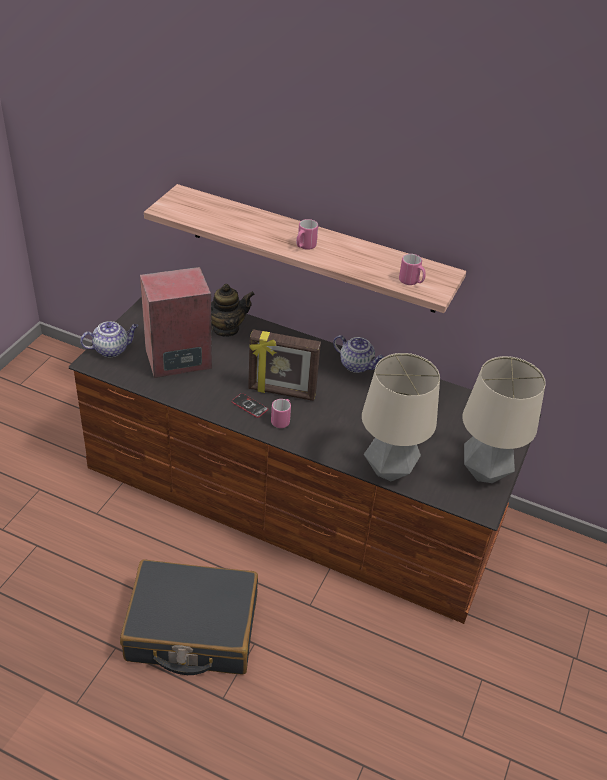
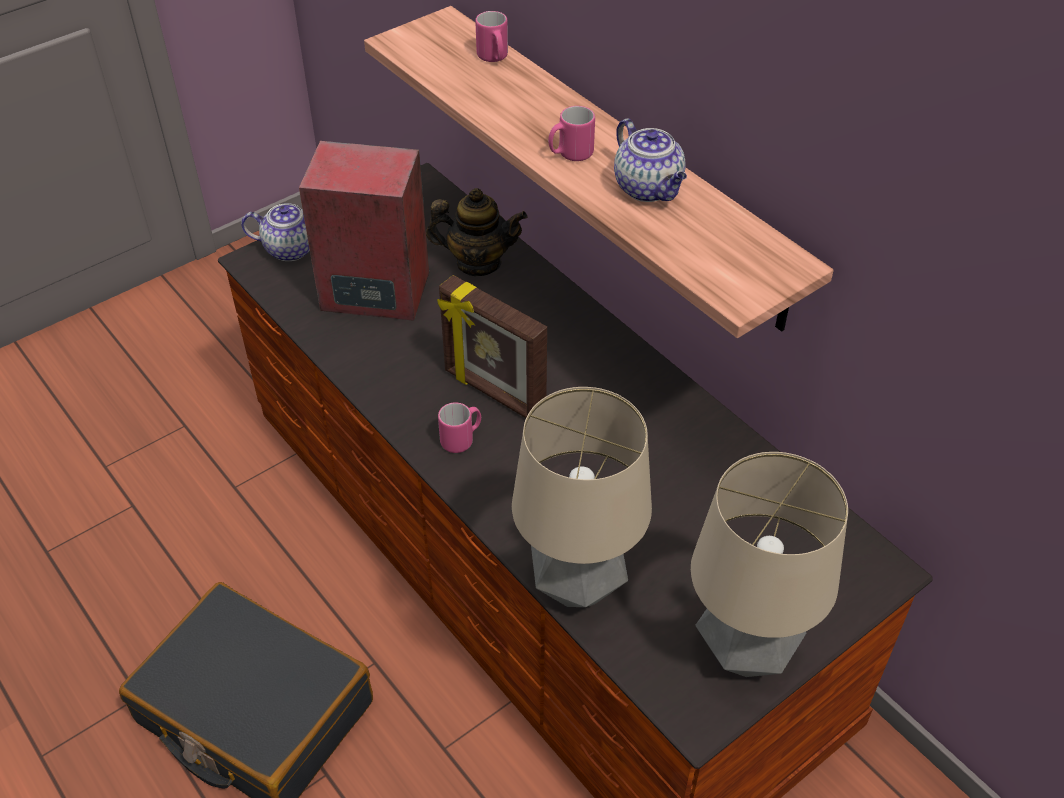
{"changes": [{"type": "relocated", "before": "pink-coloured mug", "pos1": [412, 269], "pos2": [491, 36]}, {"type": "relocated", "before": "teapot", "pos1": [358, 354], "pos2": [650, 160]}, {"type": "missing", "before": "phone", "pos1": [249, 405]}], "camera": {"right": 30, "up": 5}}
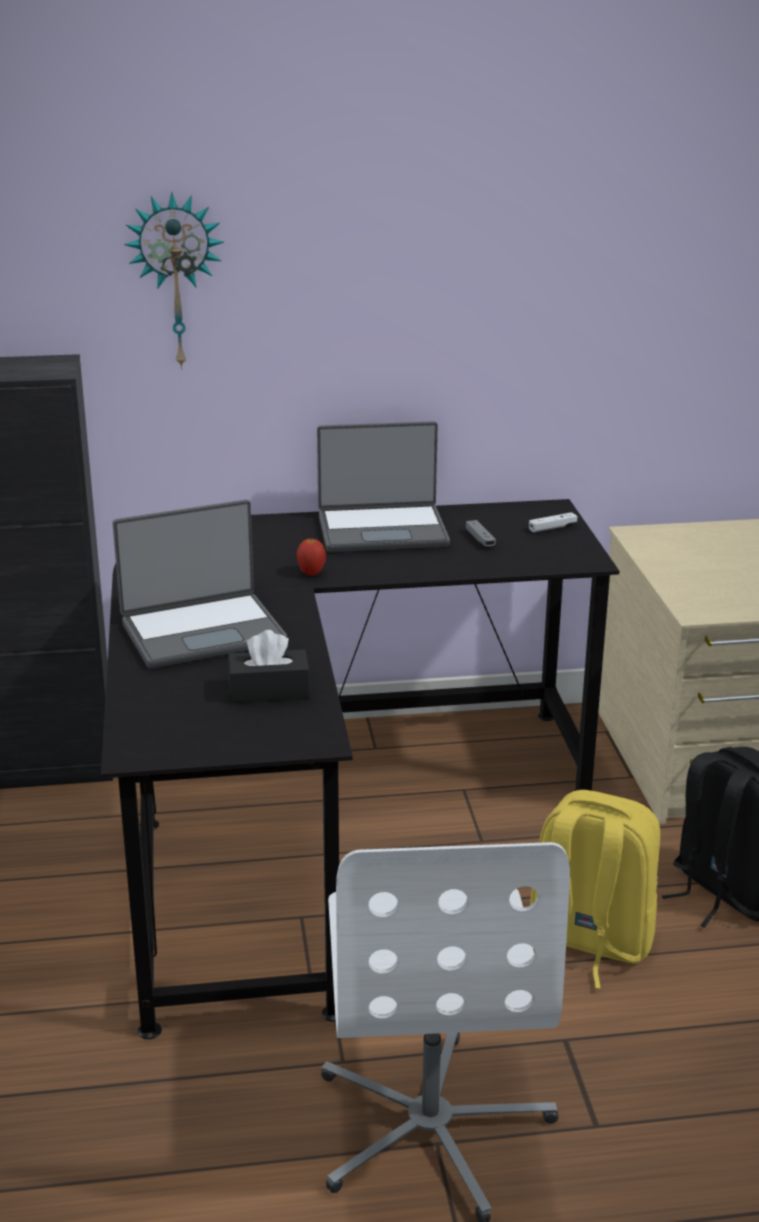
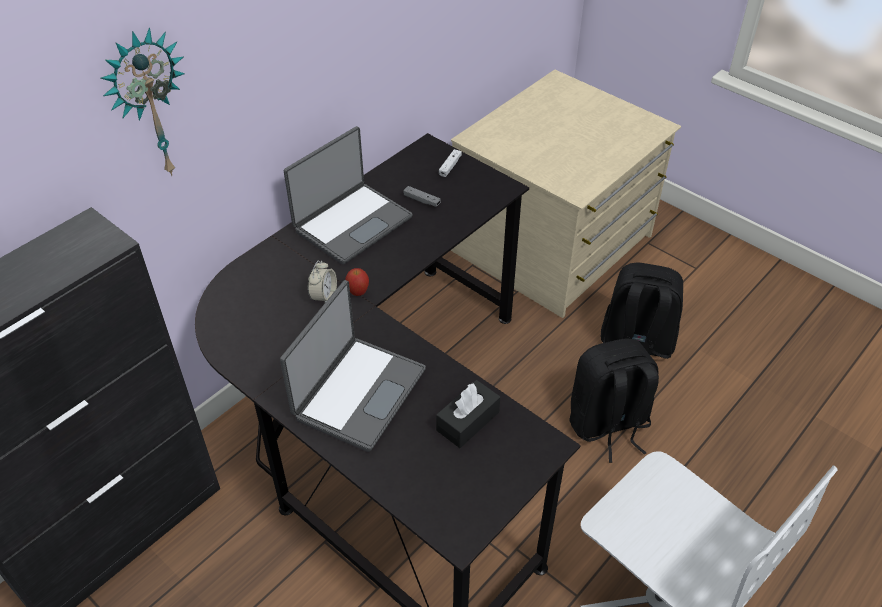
{"changes": [{"type": "colour", "before": "yellowish rucksack", "after": "blackish rucksack", "pos1": [595, 889], "pos2": [614, 400]}, {"type": "appeared", "after": "bedside clock", "pos2": [322, 281]}], "camera": {"right": -40, "up": 20}}
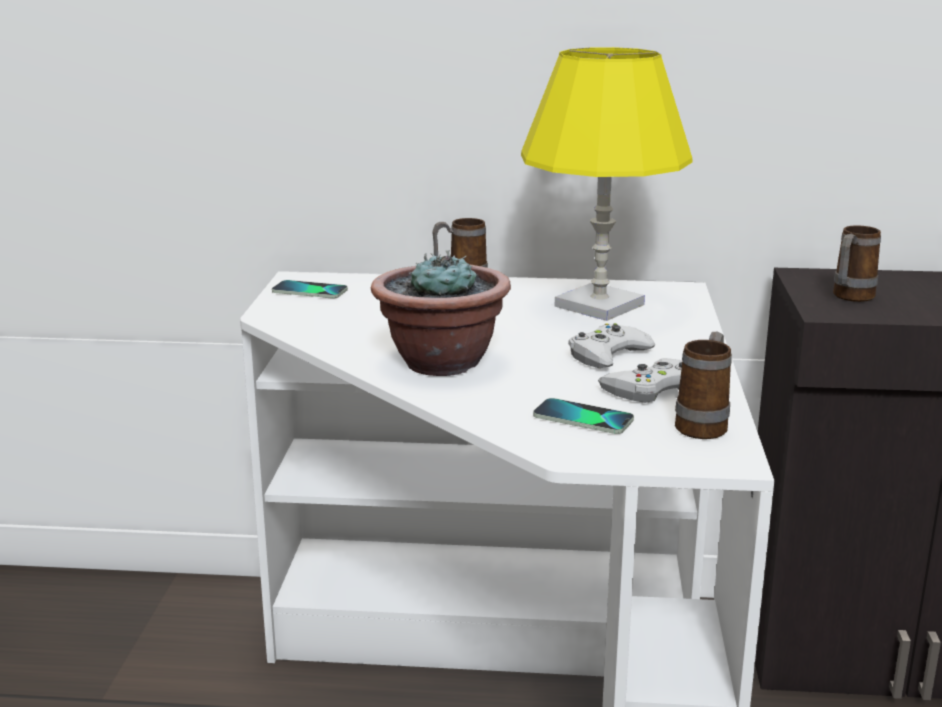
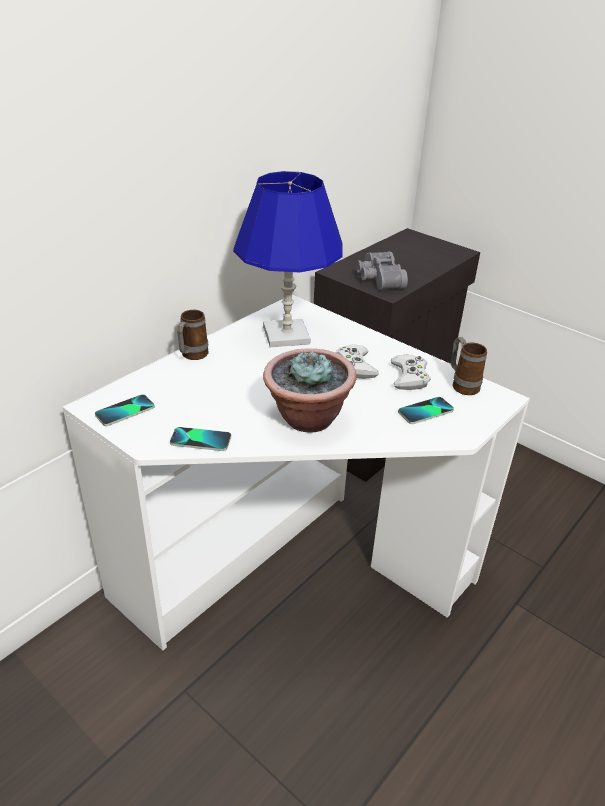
{"changes": [{"type": "colour", "before": "yellowish table lamp", "after": "blue table lamp", "pos1": [607, 184], "pos2": [288, 259]}, {"type": "exchanged", "before": "mug", "after": "greyish field glasses", "pos1": [857, 263], "pos2": [382, 270]}, {"type": "appeared", "after": "phone", "pos2": [200, 439]}], "camera": {"right": -55, "up": 15}}
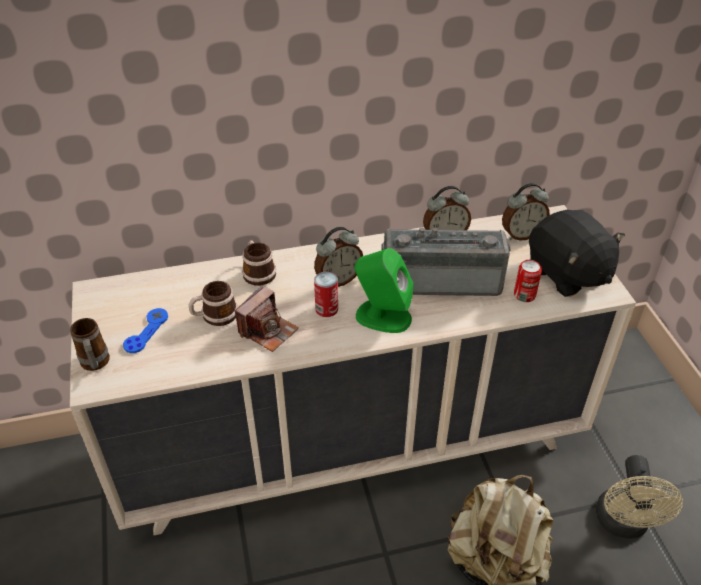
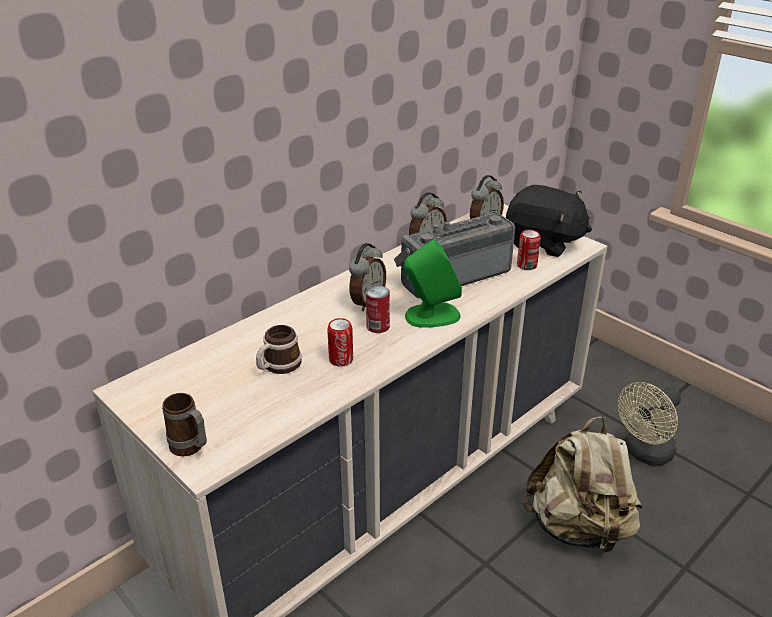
{"changes": [{"type": "missing", "before": "mug", "pos1": [259, 263]}, {"type": "exchanged", "before": "still camera", "after": "can", "pos1": [267, 318], "pos2": [340, 342]}, {"type": "missing", "before": "blue game controller", "pos1": [145, 330]}, {"type": "spun", "before": "beige cooling fan", "pos1": [639, 497], "pos2": [649, 424], "turn": 75}], "camera": {"right": -30, "up": -10}}
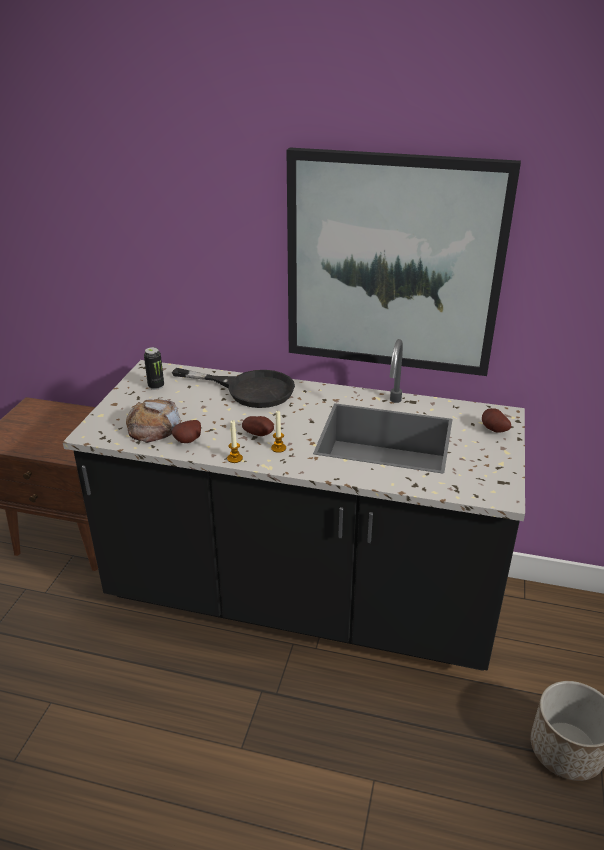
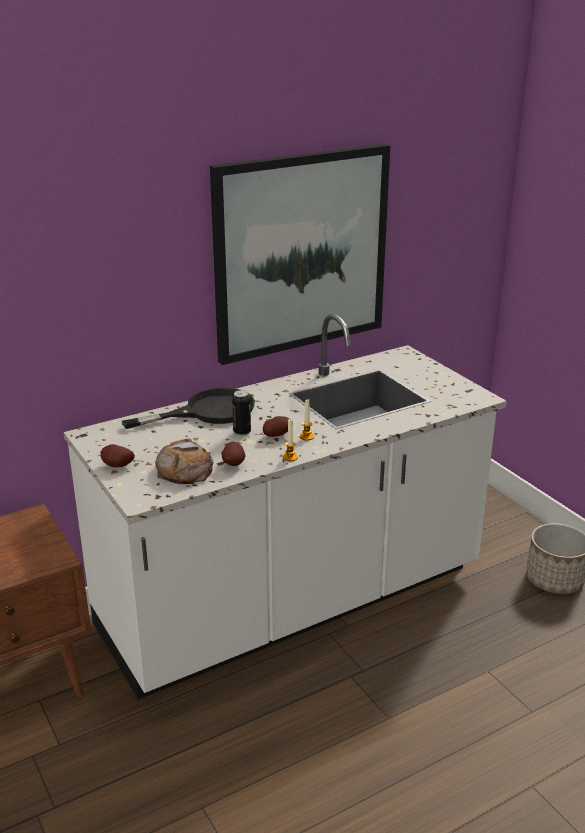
{"changes": [{"type": "colour", "before": "blackish kitchen base unit", "after": "white kitchen base unit", "pos1": [294, 505], "pos2": [285, 507]}, {"type": "relocated", "before": "can", "pos1": [154, 368], "pos2": [241, 413]}, {"type": "relocated", "before": "potato", "pos1": [496, 420], "pos2": [118, 455]}], "camera": {"right": -45, "up": -5}}
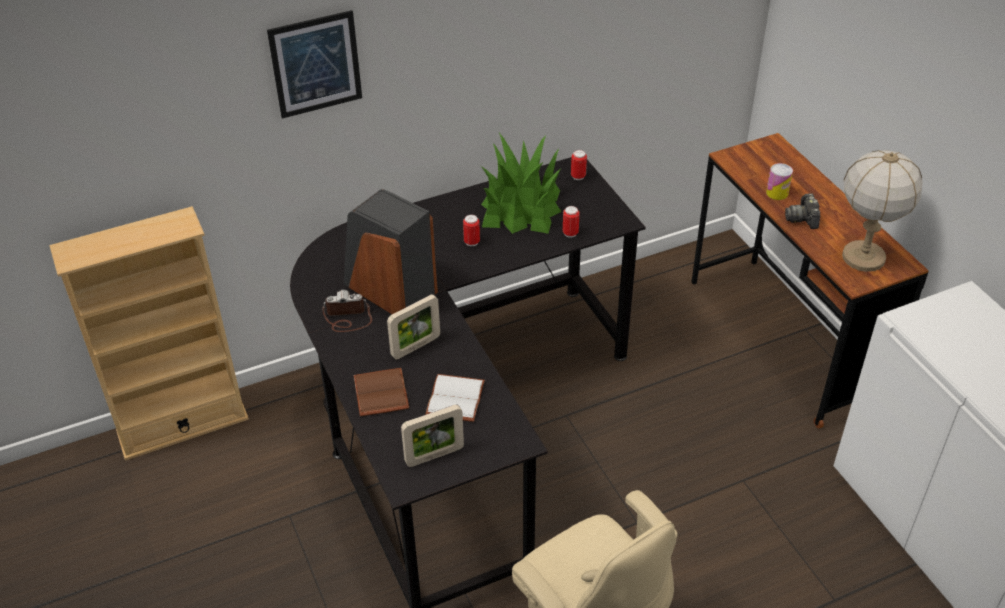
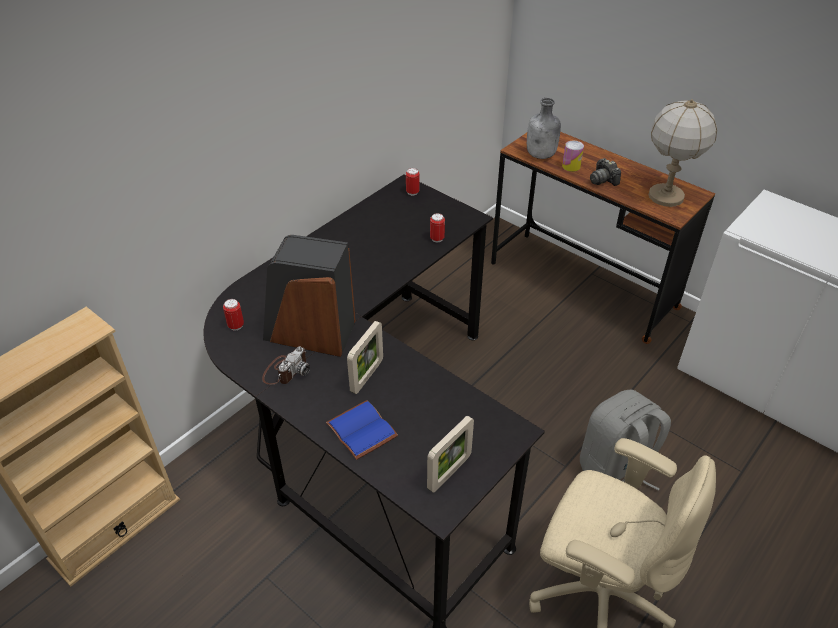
{"changes": [{"type": "missing", "before": "picture", "pos1": [314, 64]}, {"type": "missing", "before": "plant in a pot", "pos1": [521, 183]}, {"type": "relocated", "before": "can", "pos1": [471, 230], "pos2": [233, 314]}, {"type": "spun", "before": "still camera", "pos1": [347, 310], "pos2": [286, 365], "turn": 150}, {"type": "colour", "before": "brownish book", "after": "blue book", "pos1": [381, 392], "pos2": [362, 430]}, {"type": "missing", "before": "white book", "pos1": [455, 398]}, {"type": "appeared", "after": "greyish bottle", "pos2": [544, 128]}, {"type": "appeared", "after": "greyish rucksack", "pos2": [625, 440]}], "camera": {"right": -25, "up": 0}}
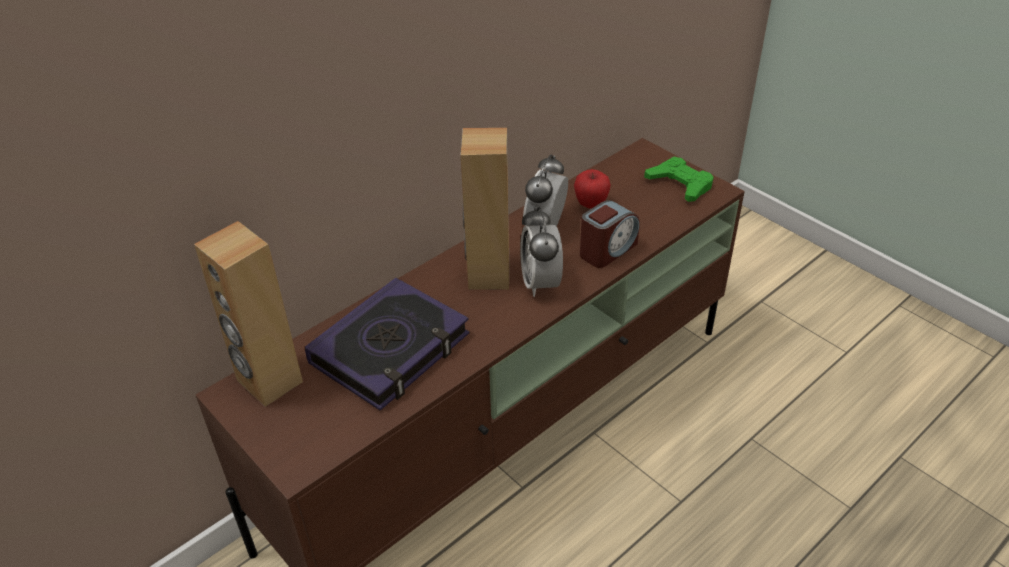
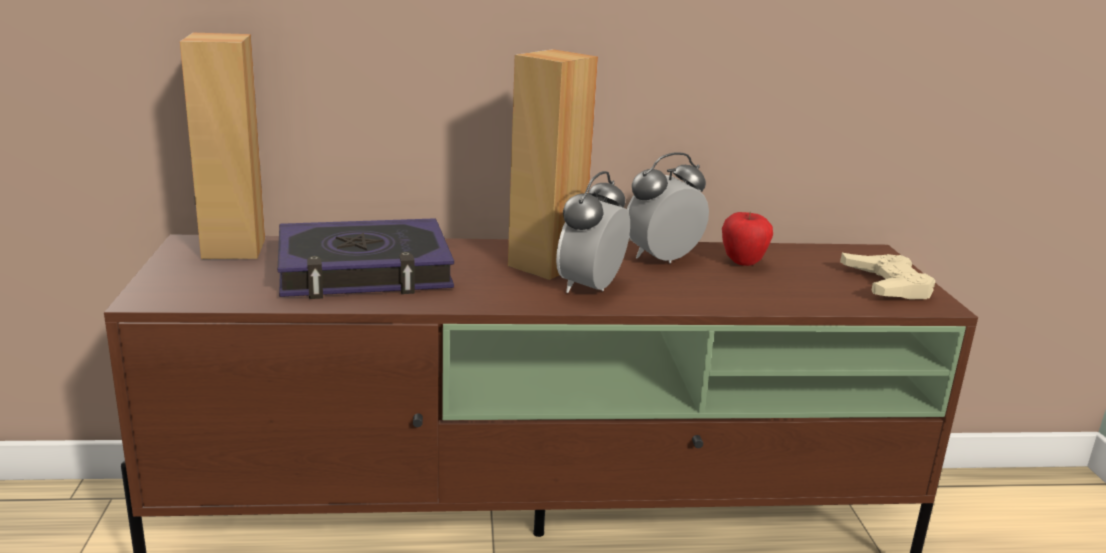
{"changes": [{"type": "colour", "before": "greenish game controller", "after": "beige game controller", "pos1": [679, 179], "pos2": [887, 276]}, {"type": "missing", "before": "bedside clock", "pos1": [610, 234]}], "camera": {"right": 35, "up": -20}}
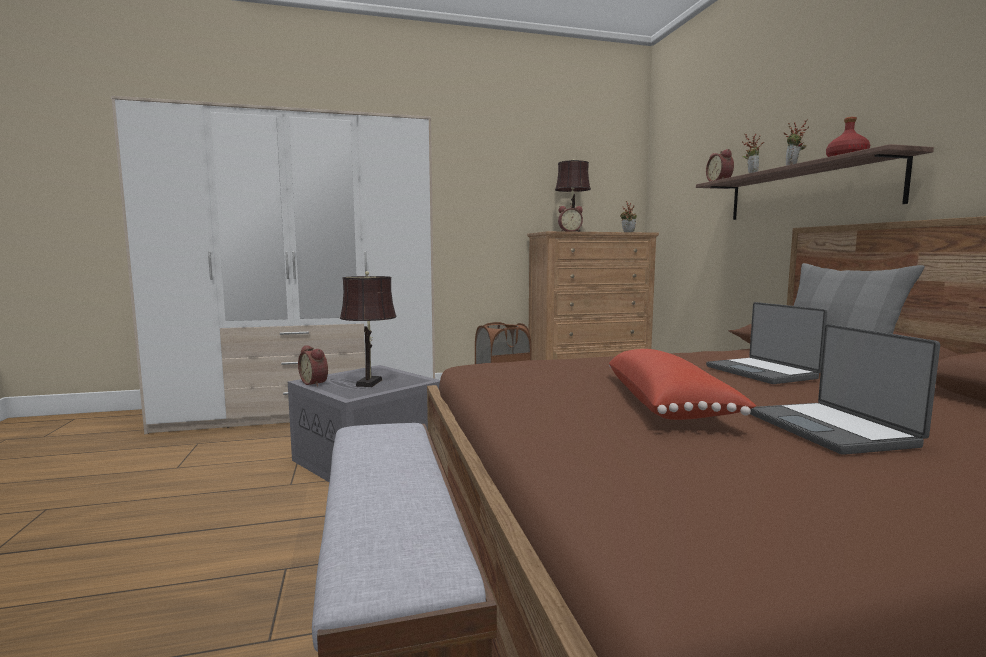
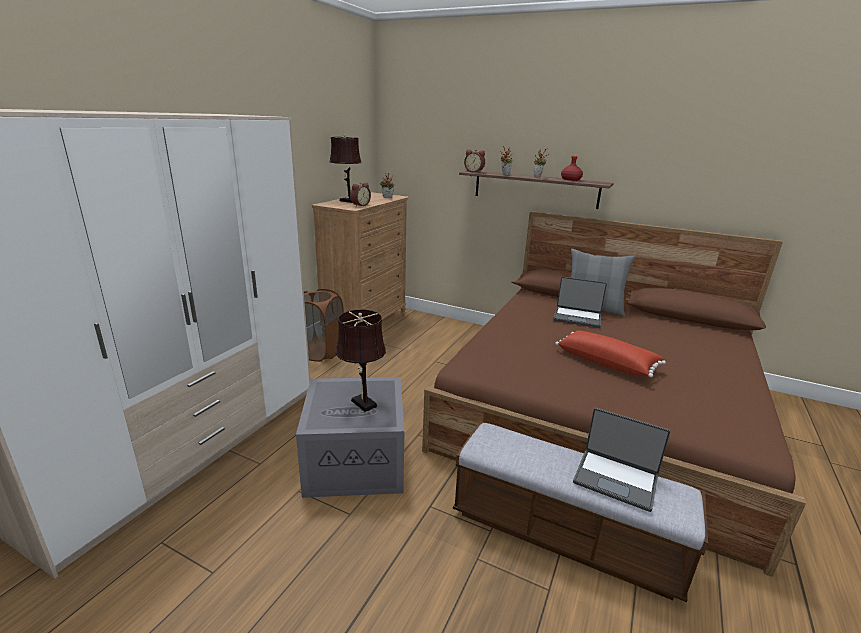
{"changes": [{"type": "relocated", "before": "notebook computer", "pos1": [845, 389], "pos2": [621, 460]}, {"type": "missing", "before": "bedside clock", "pos1": [313, 366]}], "camera": {"right": -50, "up": 15}}
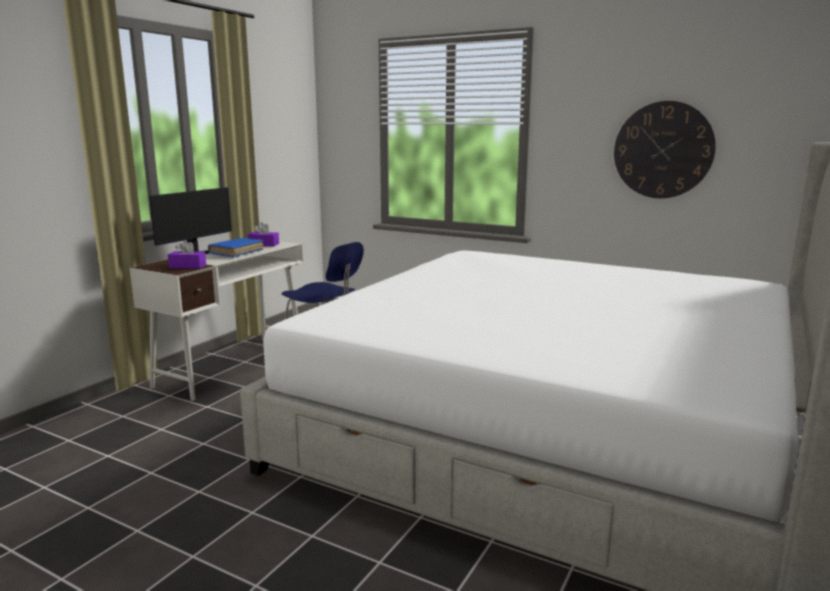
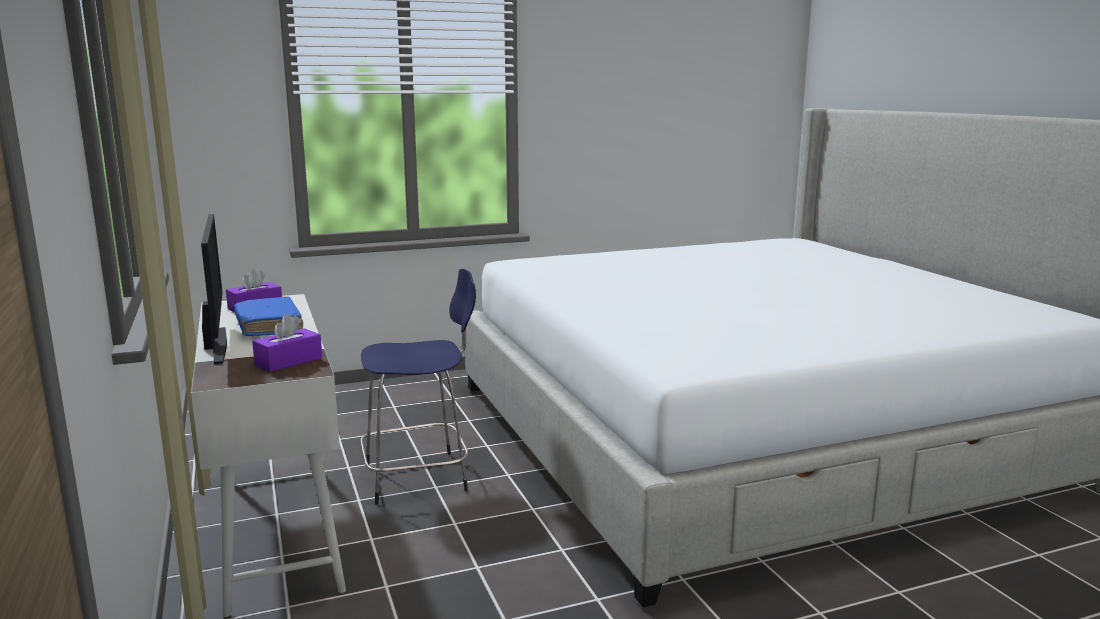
{"changes": [{"type": "missing", "before": "clock on the wall", "pos1": [665, 149]}], "camera": {"right": -50, "up": 0}}
